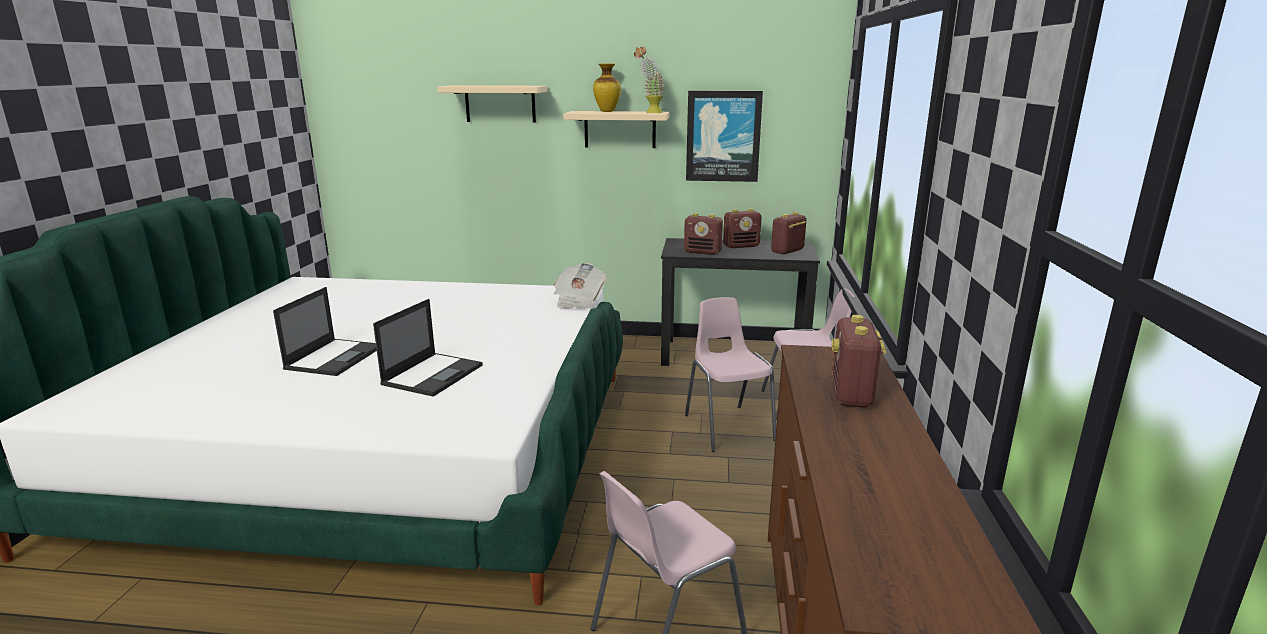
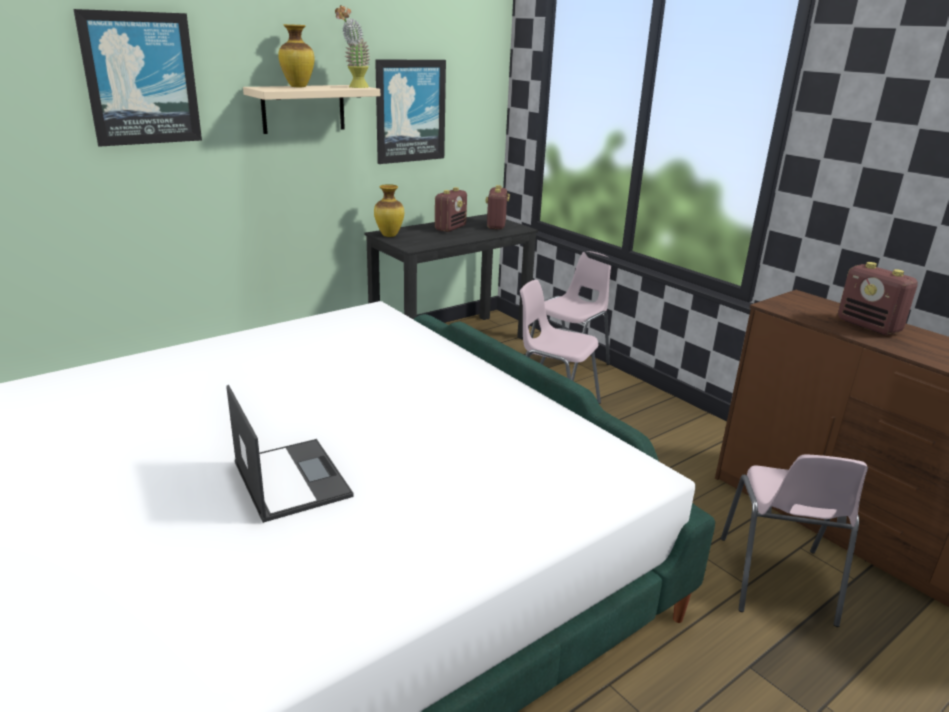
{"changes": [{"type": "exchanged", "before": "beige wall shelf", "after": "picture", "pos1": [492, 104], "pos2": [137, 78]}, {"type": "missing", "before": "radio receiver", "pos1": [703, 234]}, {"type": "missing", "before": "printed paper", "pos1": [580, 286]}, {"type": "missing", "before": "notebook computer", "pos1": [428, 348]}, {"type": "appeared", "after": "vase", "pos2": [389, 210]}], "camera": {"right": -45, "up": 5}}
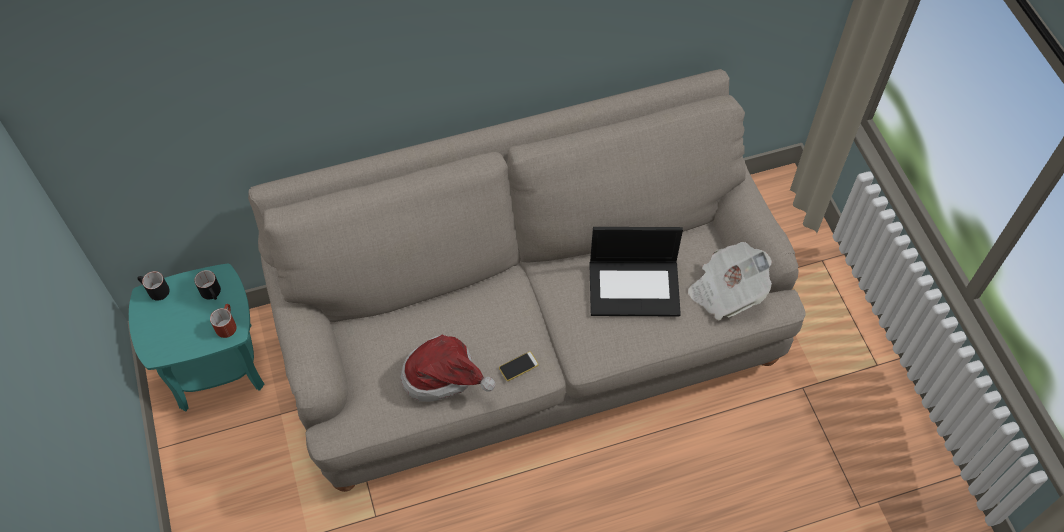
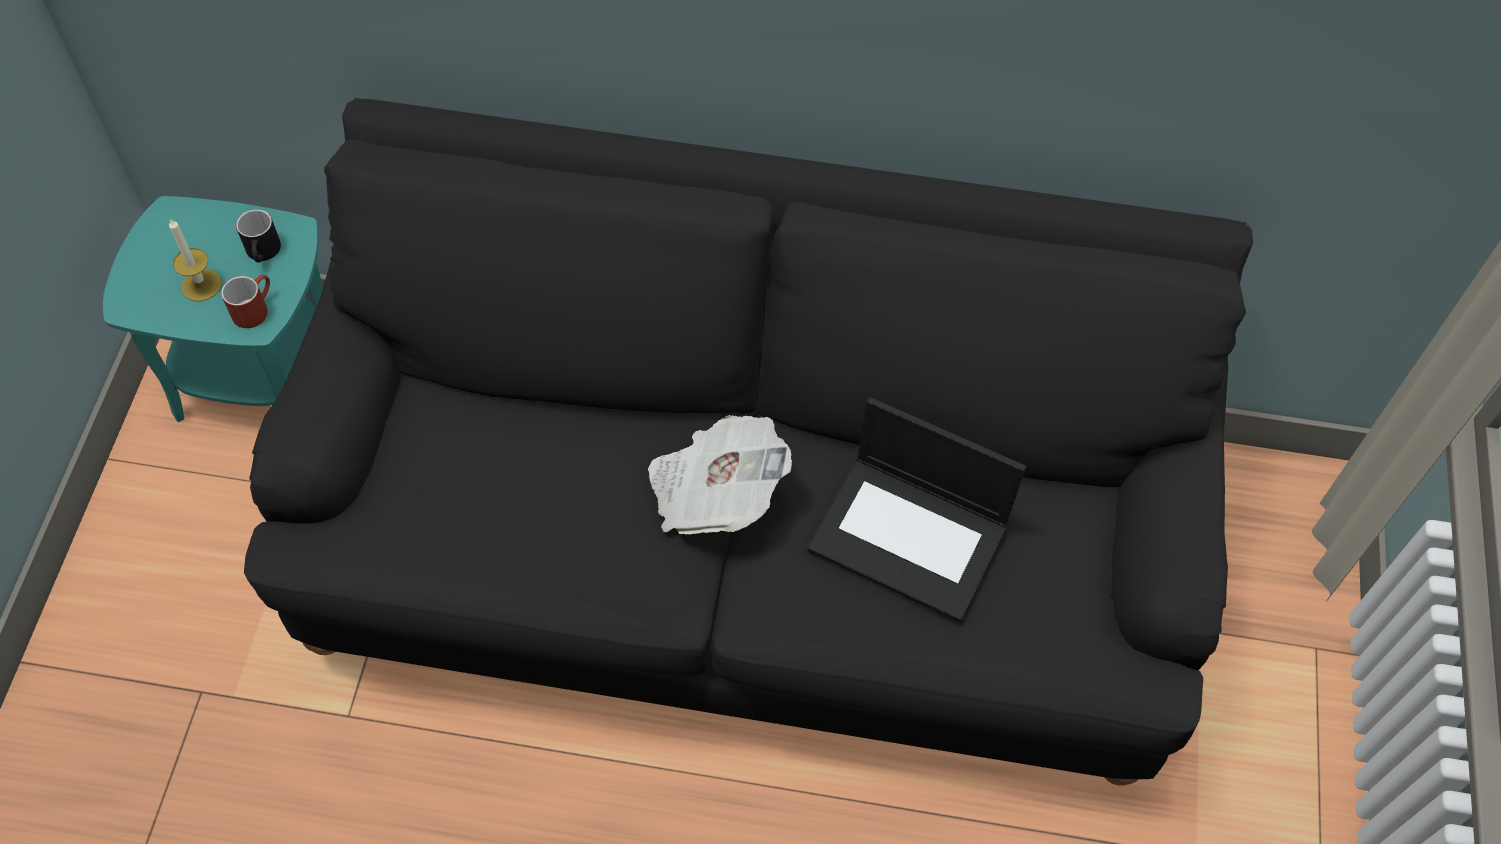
{"changes": [{"type": "colour", "before": "beige sofa", "after": "blackish sofa", "pos1": [527, 280], "pos2": [748, 442]}, {"type": "relocated", "before": "printed paper", "pos1": [730, 281], "pos2": [720, 474]}, {"type": "missing", "before": "blackish mug", "pos1": [154, 286]}, {"type": "missing", "before": "hat", "pos1": [448, 368]}, {"type": "missing", "before": "phone", "pos1": [519, 366]}, {"type": "appeared", "after": "wax candle", "pos2": [195, 260]}], "camera": {"right": 25, "up": 0}}
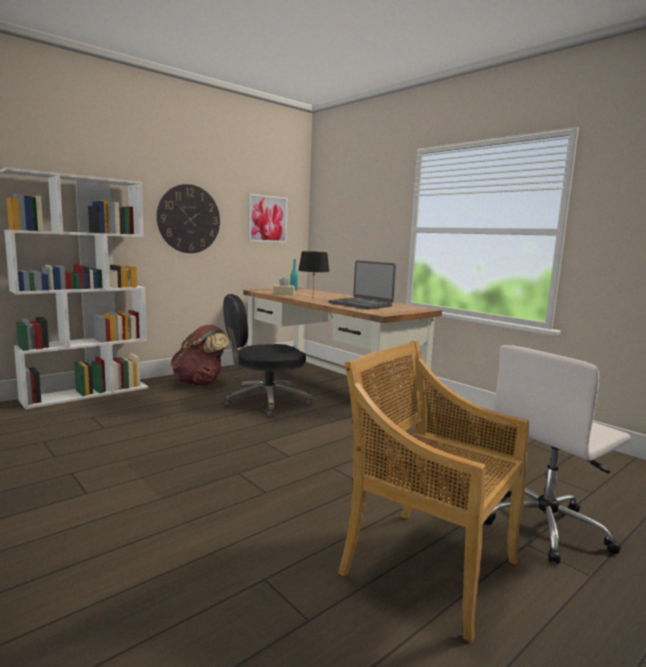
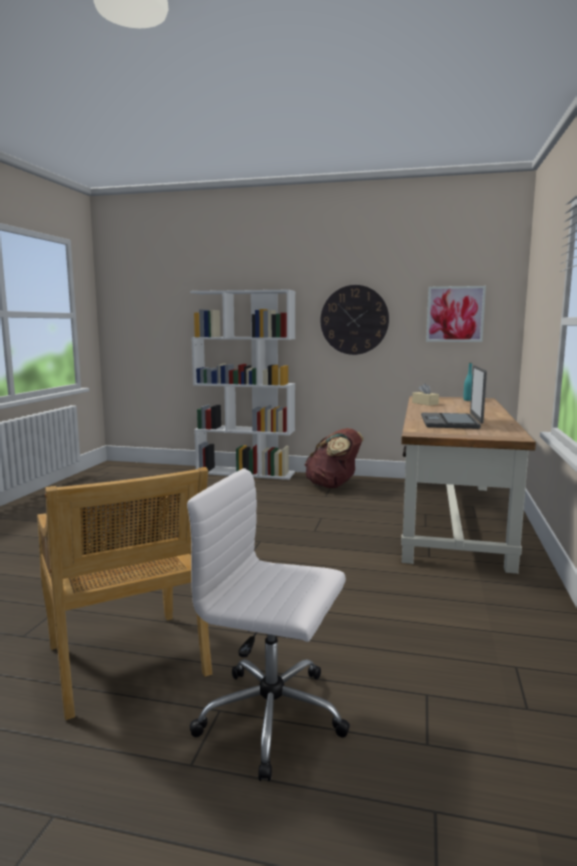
{"changes": [{"type": "missing", "before": "blackish table lamp", "pos1": [313, 269]}, {"type": "missing", "before": "blackish desk chair", "pos1": [267, 355]}, {"type": "spun", "before": "beige plain chair", "pos1": [433, 491], "pos2": [124, 593], "turn": 150}], "camera": {"right": 55, "up": 0}}
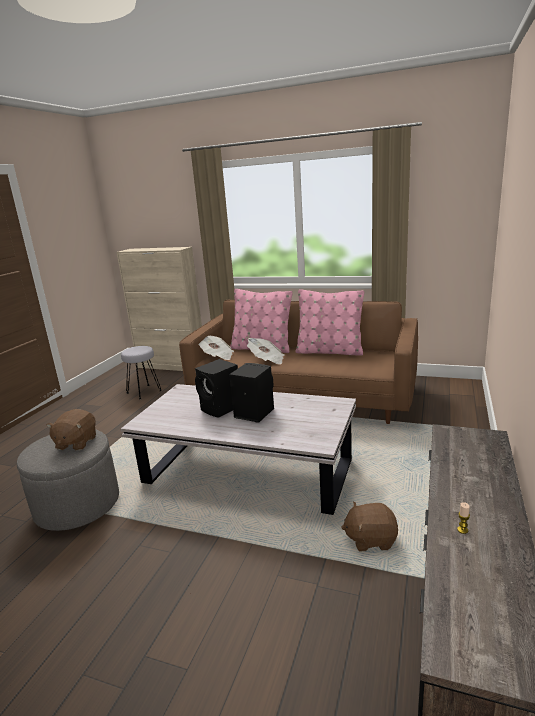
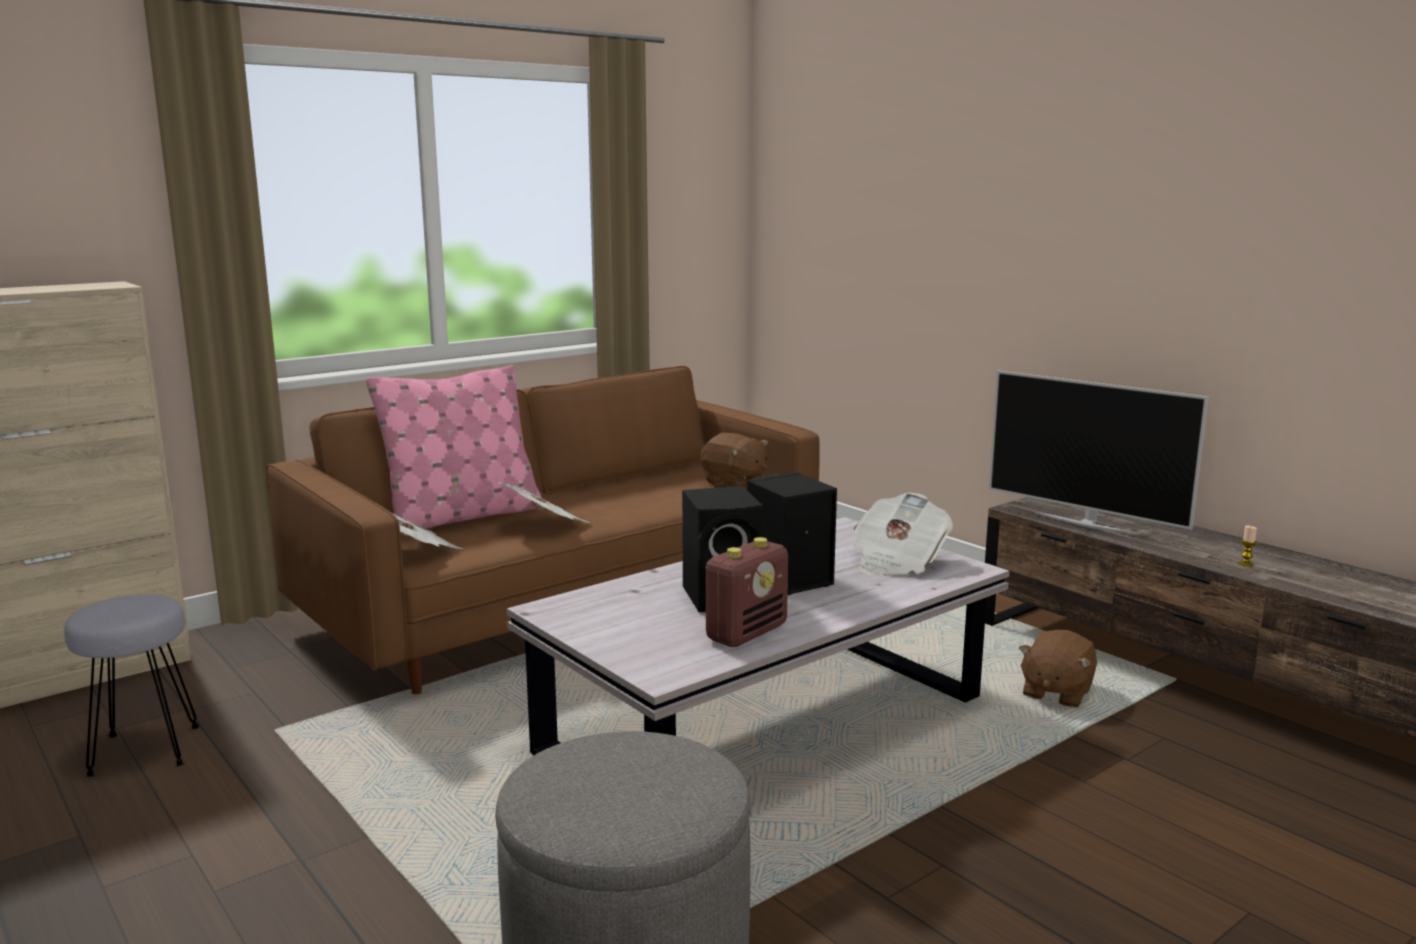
{"changes": [{"type": "missing", "before": "pink-coloured cushion", "pos1": [330, 322]}, {"type": "relocated", "before": "brownish cuddly toy", "pos1": [71, 430], "pos2": [734, 460]}, {"type": "appeared", "after": "television", "pos2": [1098, 453]}, {"type": "appeared", "after": "printed paper", "pos2": [903, 534]}, {"type": "appeared", "after": "radio receiver", "pos2": [747, 592]}], "camera": {"right": -60, "up": -5}}
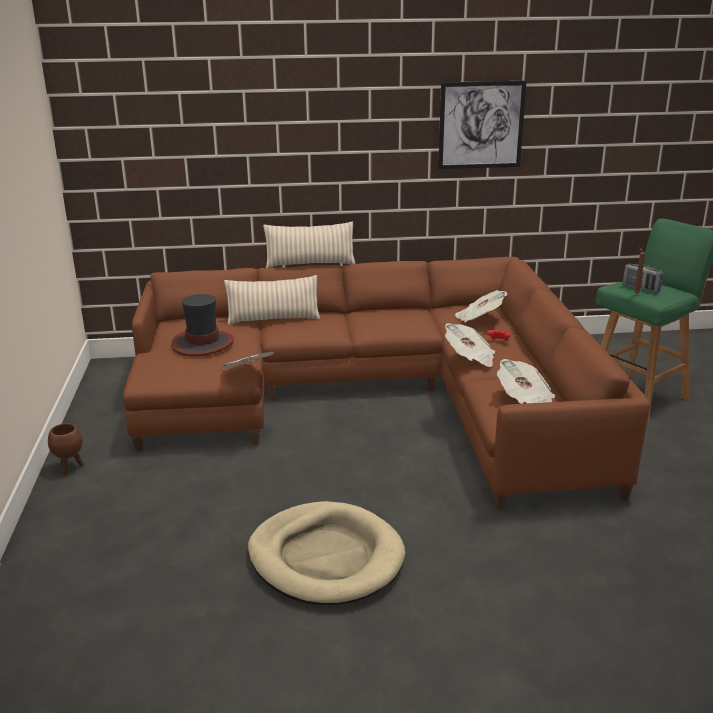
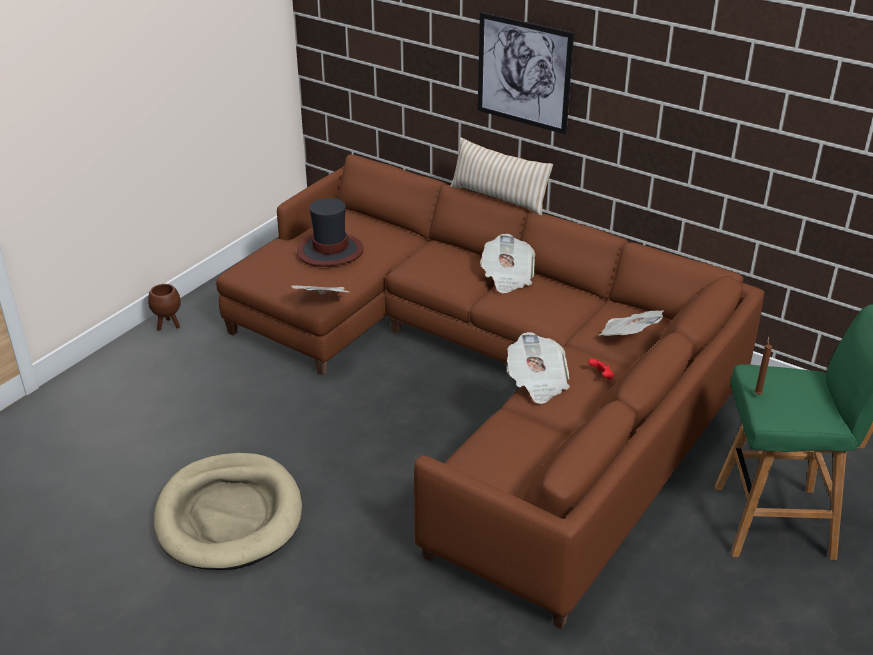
{"changes": [{"type": "relocated", "before": "picture", "pos1": [482, 125], "pos2": [526, 73]}, {"type": "missing", "before": "radio receiver", "pos1": [643, 278]}, {"type": "missing", "before": "beige cushion", "pos1": [272, 300]}, {"type": "relocated", "before": "printed paper", "pos1": [526, 381], "pos2": [507, 263]}], "camera": {"right": 40, "up": 10}}
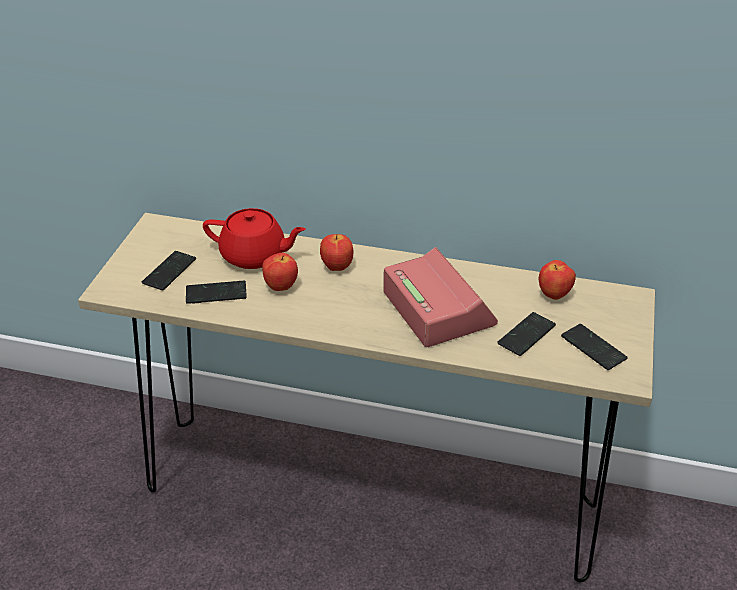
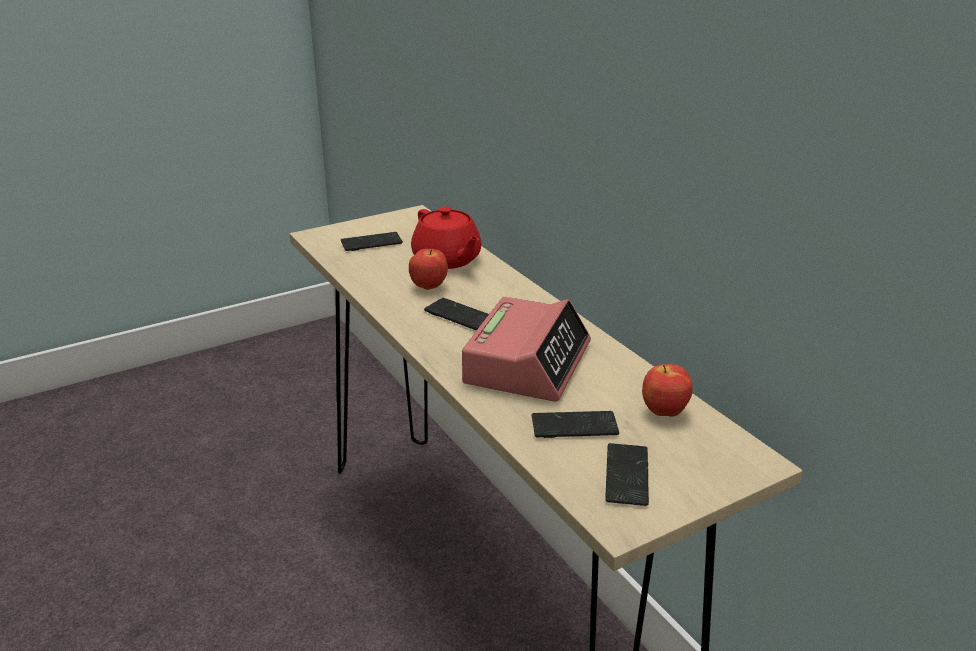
{"changes": [{"type": "missing", "before": "apple", "pos1": [336, 252]}, {"type": "relocated", "before": "phone", "pos1": [216, 292], "pos2": [456, 314]}], "camera": {"right": 45, "up": -10}}
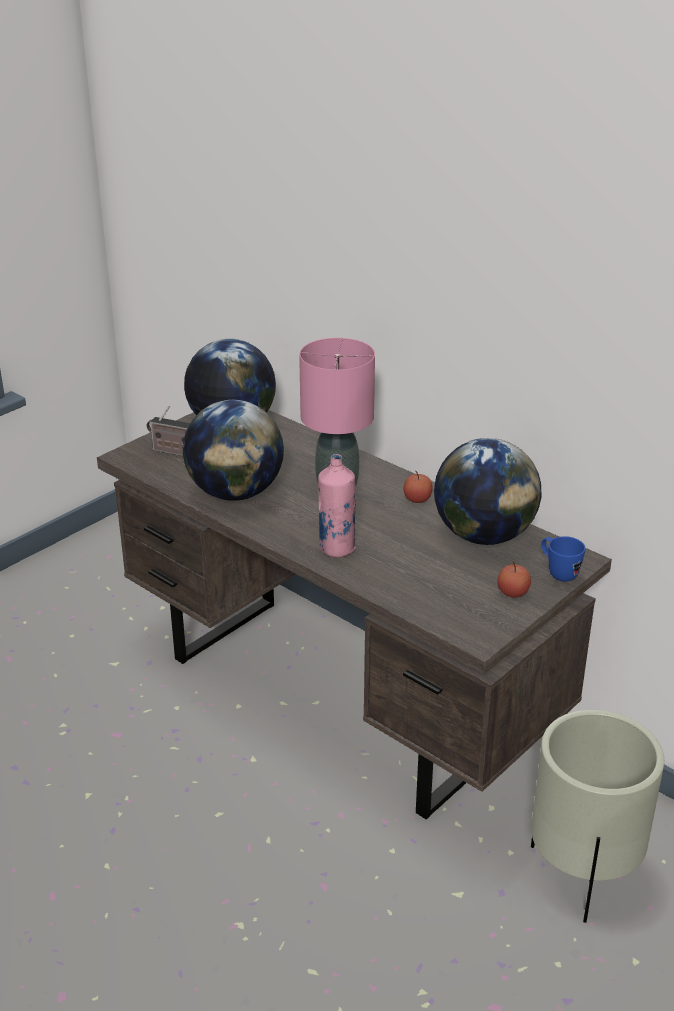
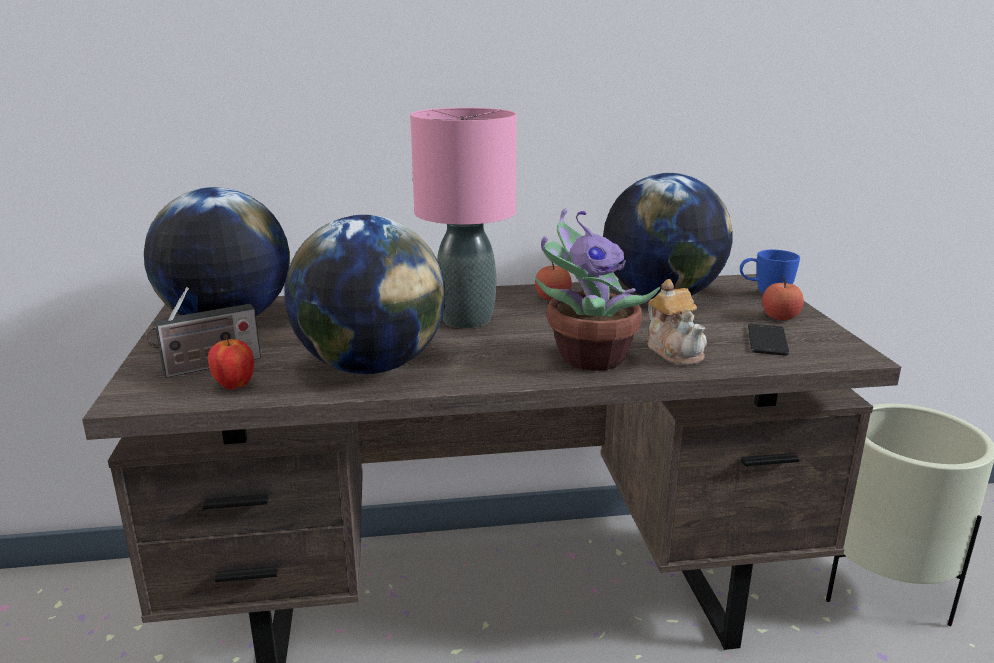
{"changes": [{"type": "exchanged", "before": "pink-coloured bottle", "after": "plant in a pot", "pos1": [337, 506], "pos2": [597, 290]}, {"type": "appeared", "after": "teapot", "pos2": [677, 322]}, {"type": "appeared", "after": "phone", "pos2": [768, 340]}, {"type": "appeared", "after": "apple", "pos2": [231, 362]}], "camera": {"right": -50, "up": -10}}
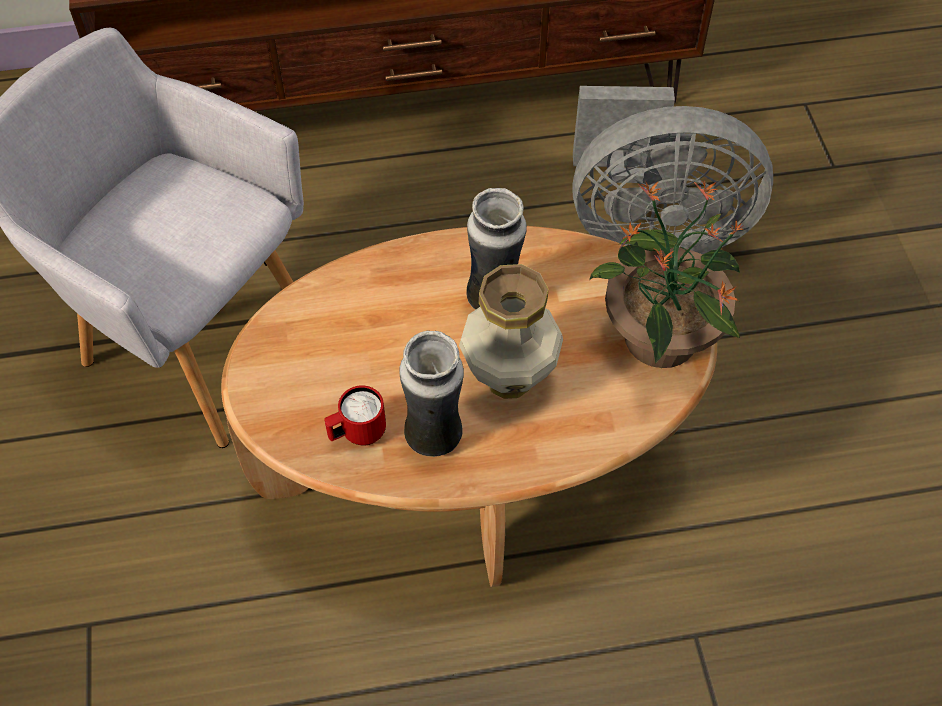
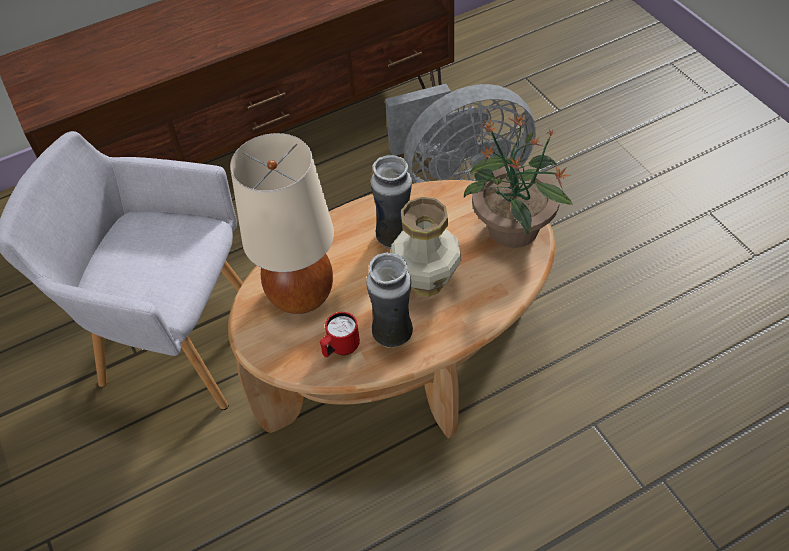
{"changes": [{"type": "appeared", "after": "beige table lamp", "pos2": [282, 223]}], "camera": {"right": -15, "up": -5}}
